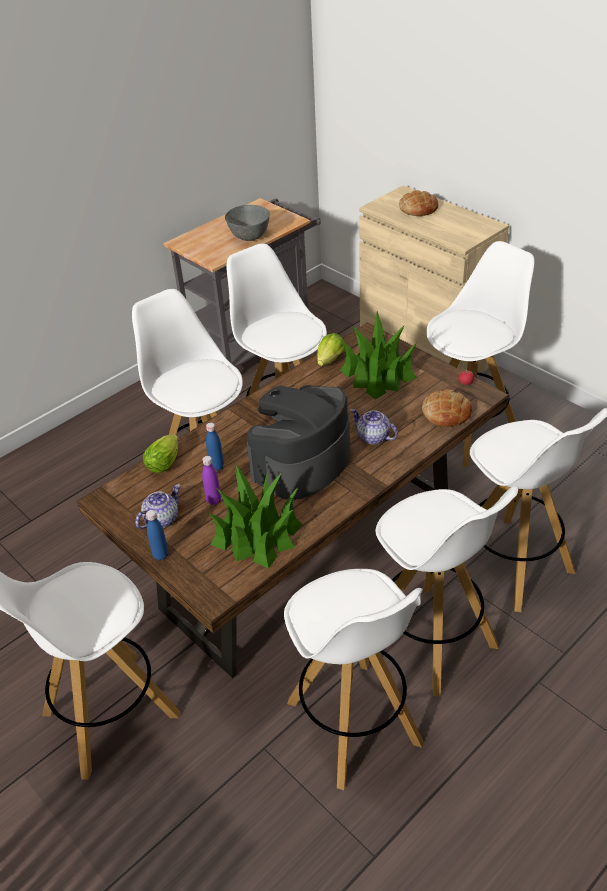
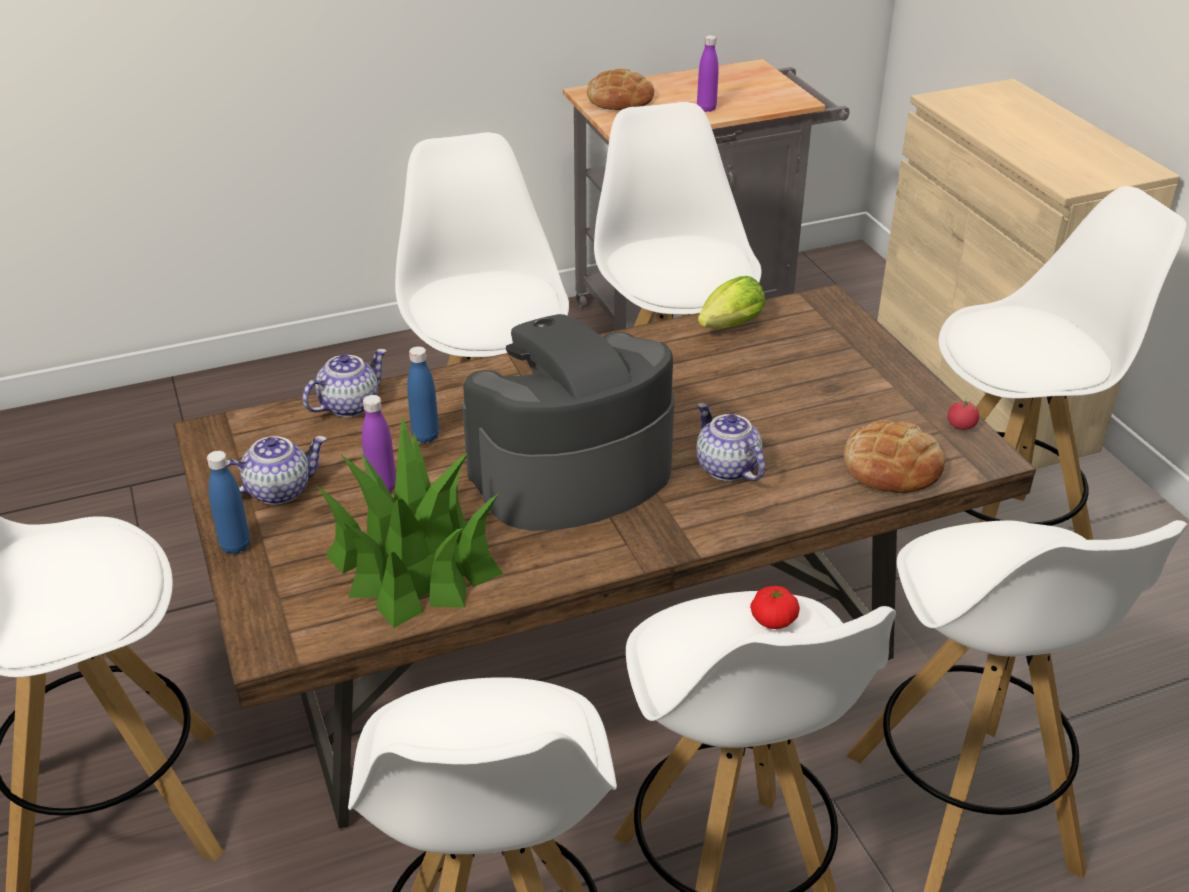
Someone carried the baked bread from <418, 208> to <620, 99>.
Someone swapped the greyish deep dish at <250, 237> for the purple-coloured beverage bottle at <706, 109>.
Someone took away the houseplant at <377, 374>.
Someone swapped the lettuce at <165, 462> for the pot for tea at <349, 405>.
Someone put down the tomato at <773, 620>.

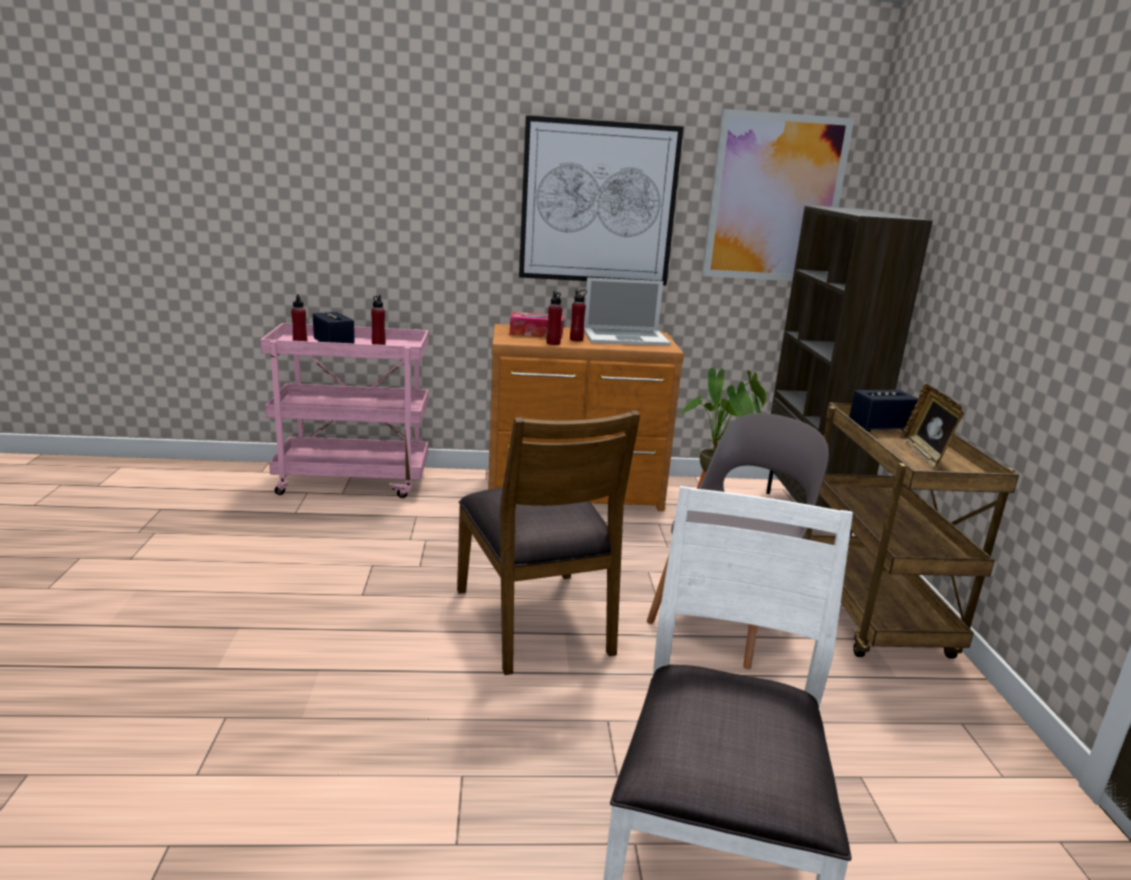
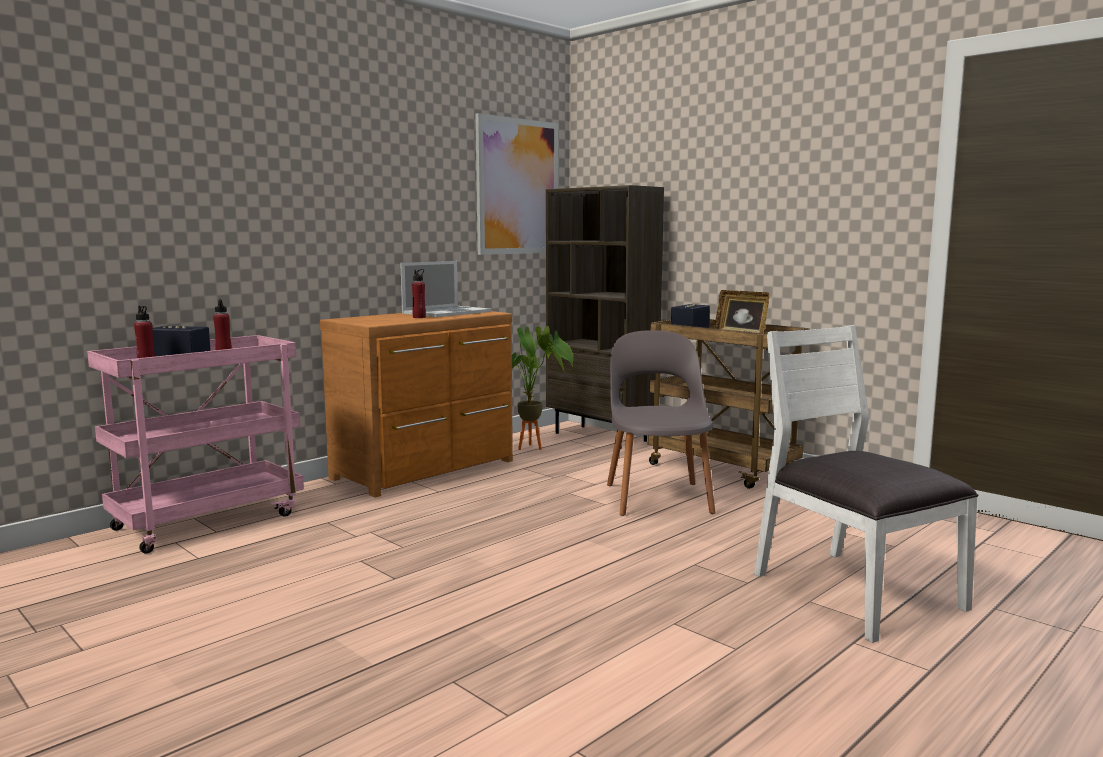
Someone took away the picture at <598, 203>.
Someone took away the red-coloured beverage bottle at <553, 343>.
Someone took away the tissue holder at <536, 333>.
Someone took away the brown-coloured chair at <536, 620>.

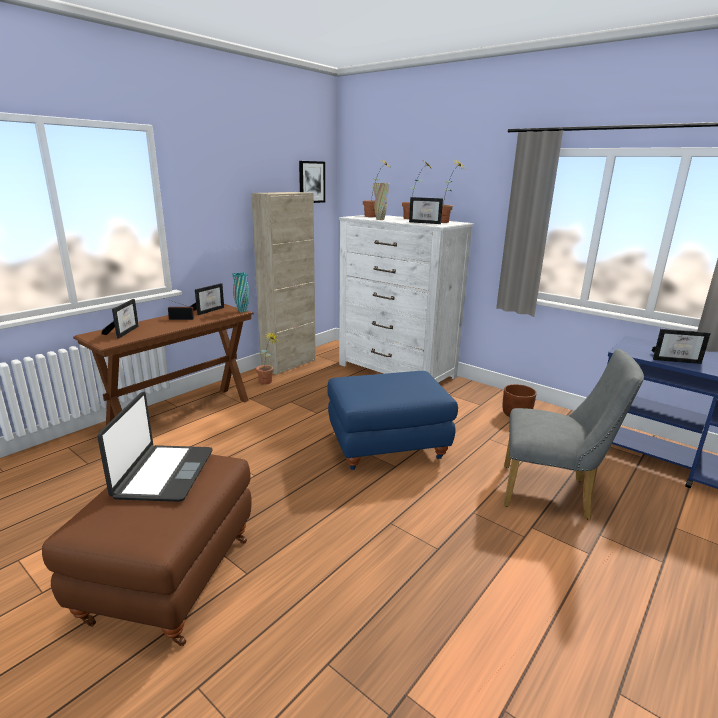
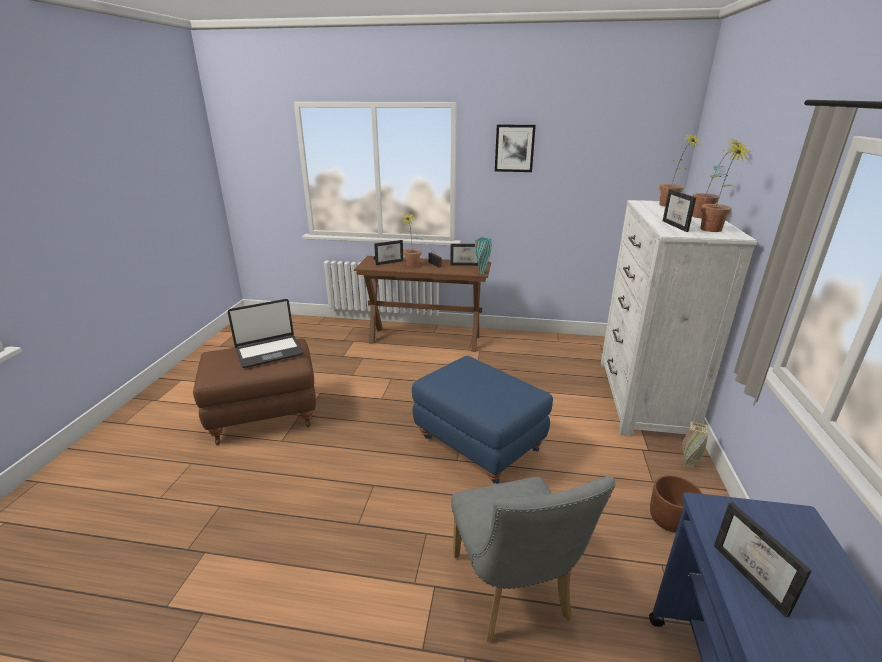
Someone carried the picture from <311, 182> to <514, 148>.
Someone carried the beige-coloured flower vase from <380, 219> to <688, 464>.
Someone took away the beige-coloured cupboard at <289, 364>.
Someone carried the houseplant from <268, 383> to <411, 267>.

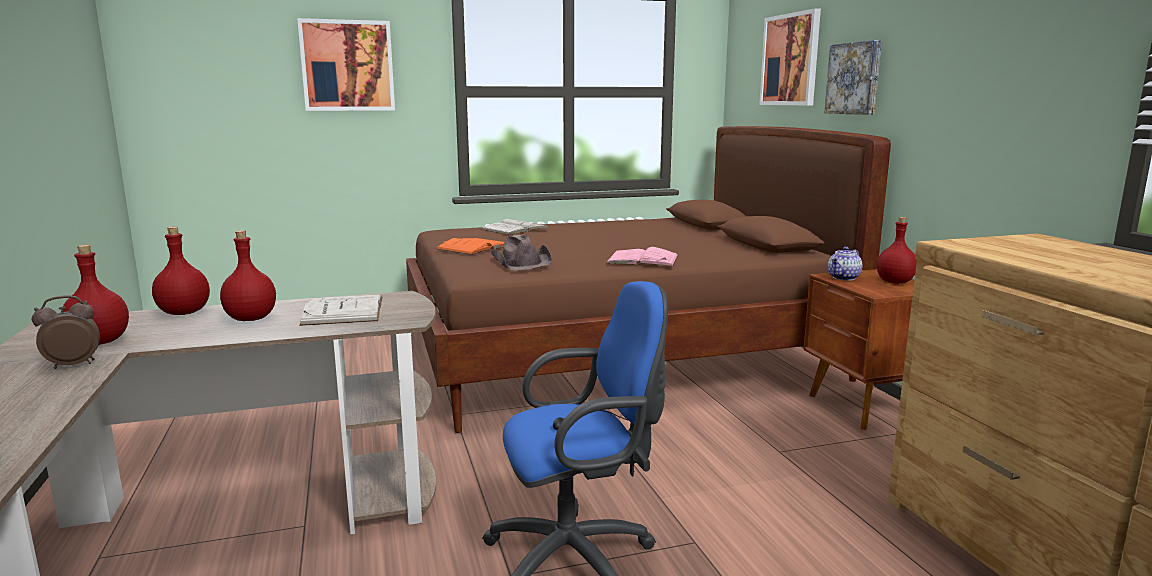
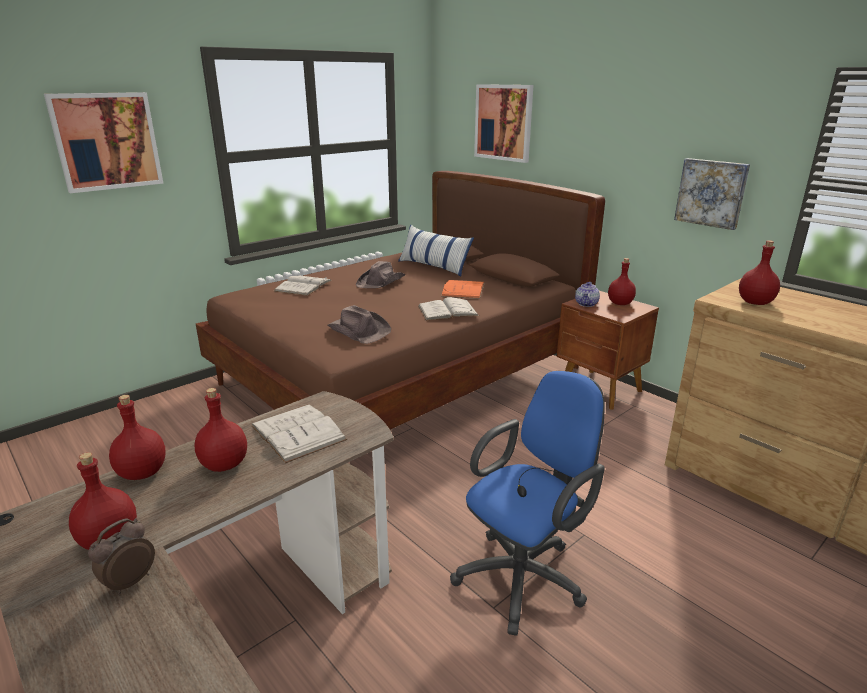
Someone carried the picture from <855, 78> to <711, 193>.
Someone carried the orange-coloured bound book from <474, 247> to <463, 289>.
Someone repainted the pinkish bound book at <642, 259>, which became the white-coloured bound book at <447, 310>.
Someone put down the pillow at <434, 266>.
Someone put down the red-coloured beverage bottle at <755, 302>.
Someone put down the brown-coloured hat at <381, 282>.

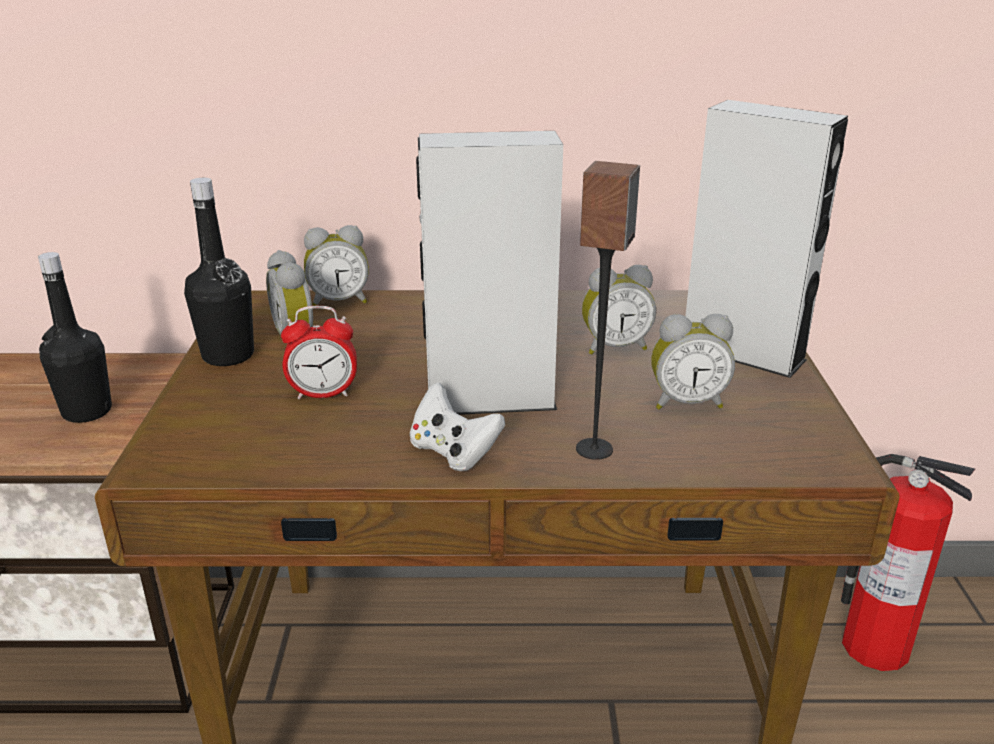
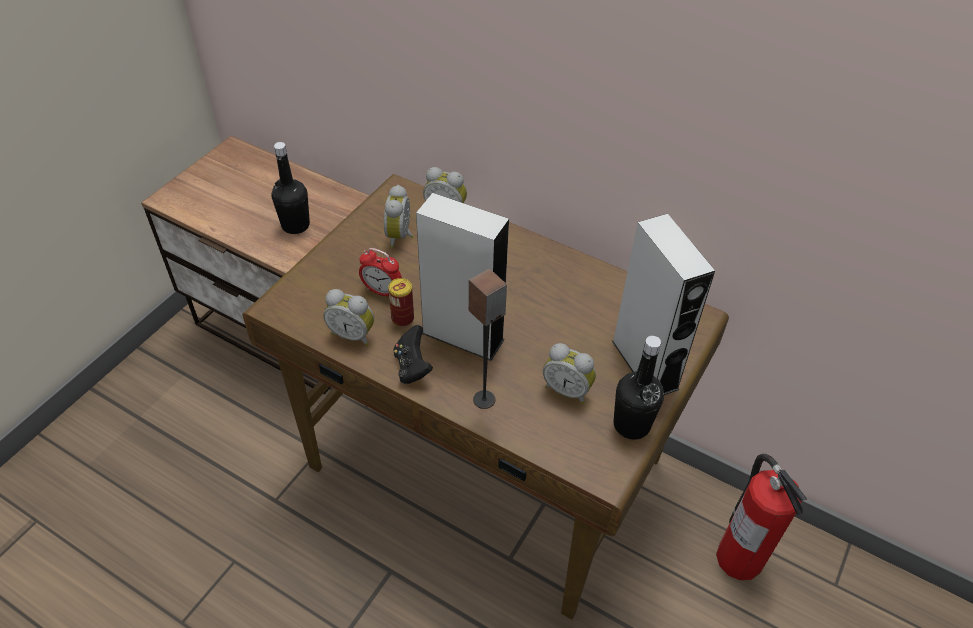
Someone carried the black beverage bottle from <228, 355> to <631, 425>.
Someone carried the alarm clock from <614, 347> to <353, 334>.
Someone repainted the white-coloured game controller at <453, 452>, which became the black game controller at <412, 367>.
Someone put down the sealed can at <402, 318>.

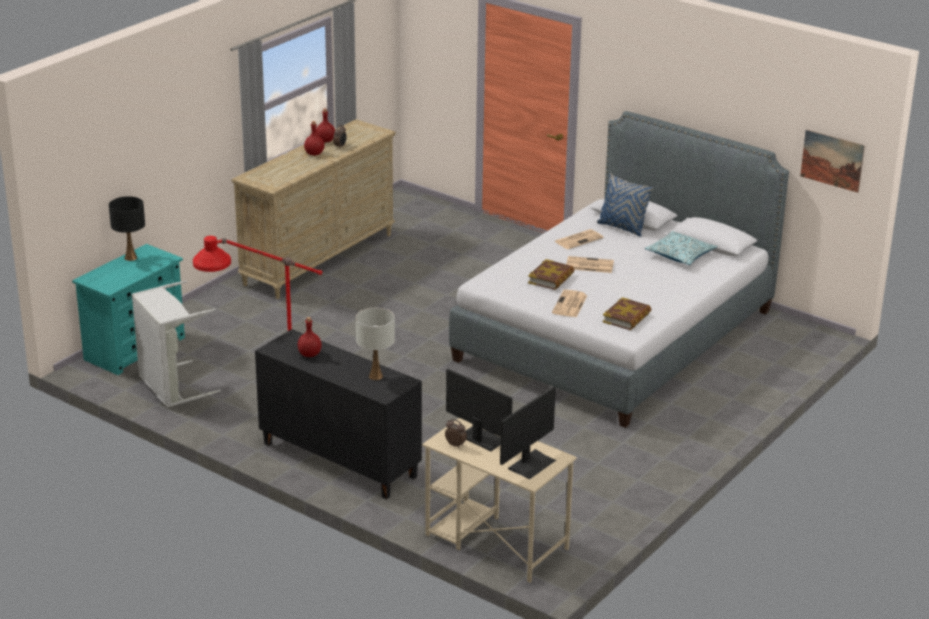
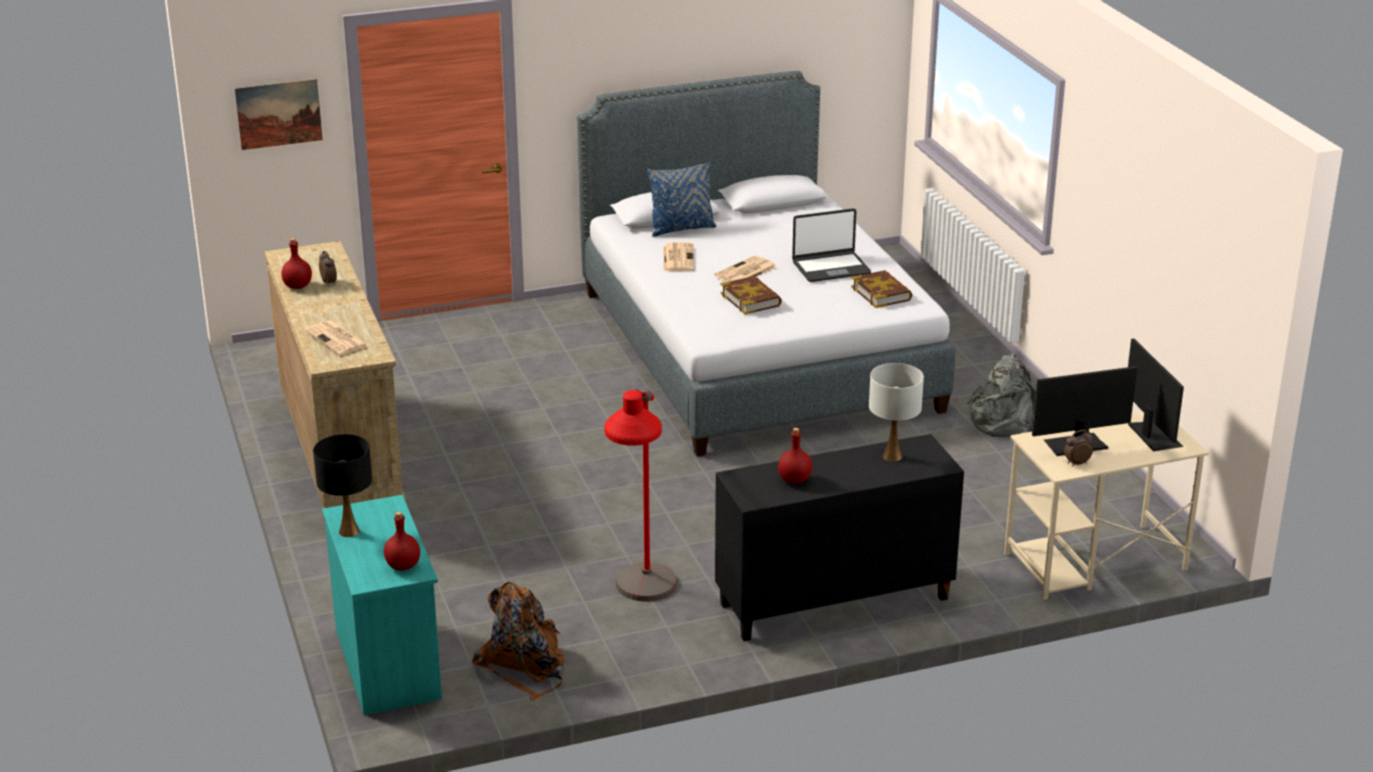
Someone carried the red-coloured beverage bottle from <314, 153> to <403, 565>.
Someone carried the picture from <832, 160> to <278, 114>.
Someone took away the pillow at <680, 255>.
Someone swapped the greyish washing basket at <170, 387> for the brown-coloured rucksack at <524, 666>.
Someone carried the newspaper from <570, 305> to <338, 339>.
Someone put down the laptop at <830, 268>.
Someone put down the greyish rucksack at <1006, 422>.

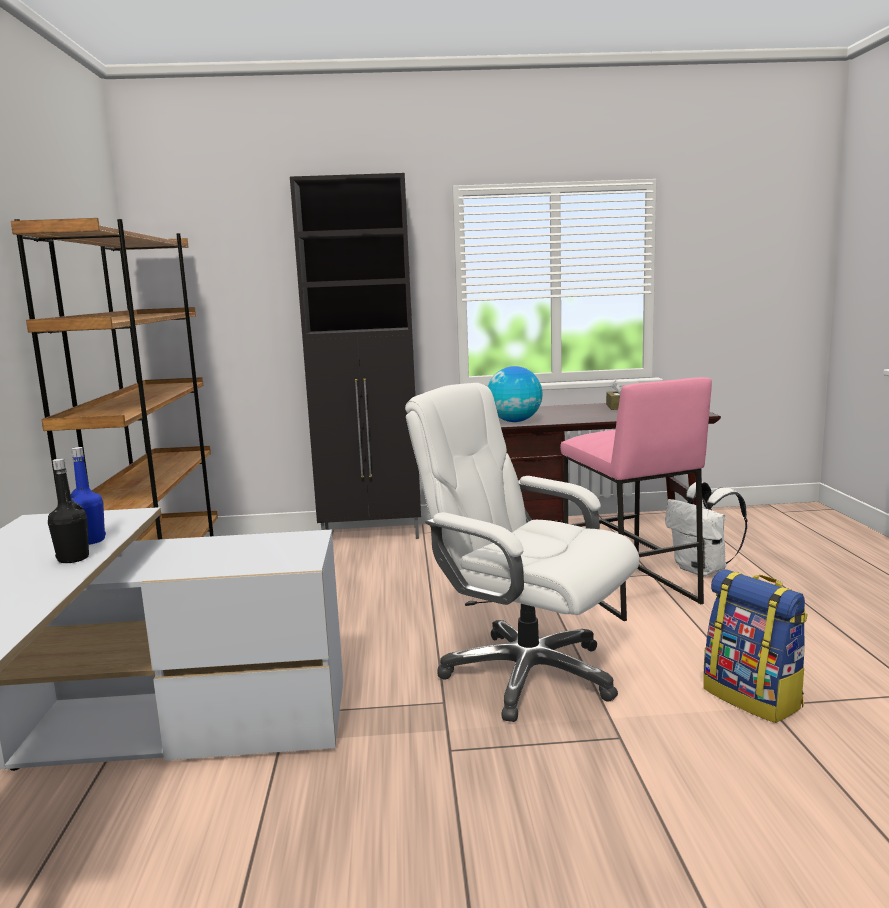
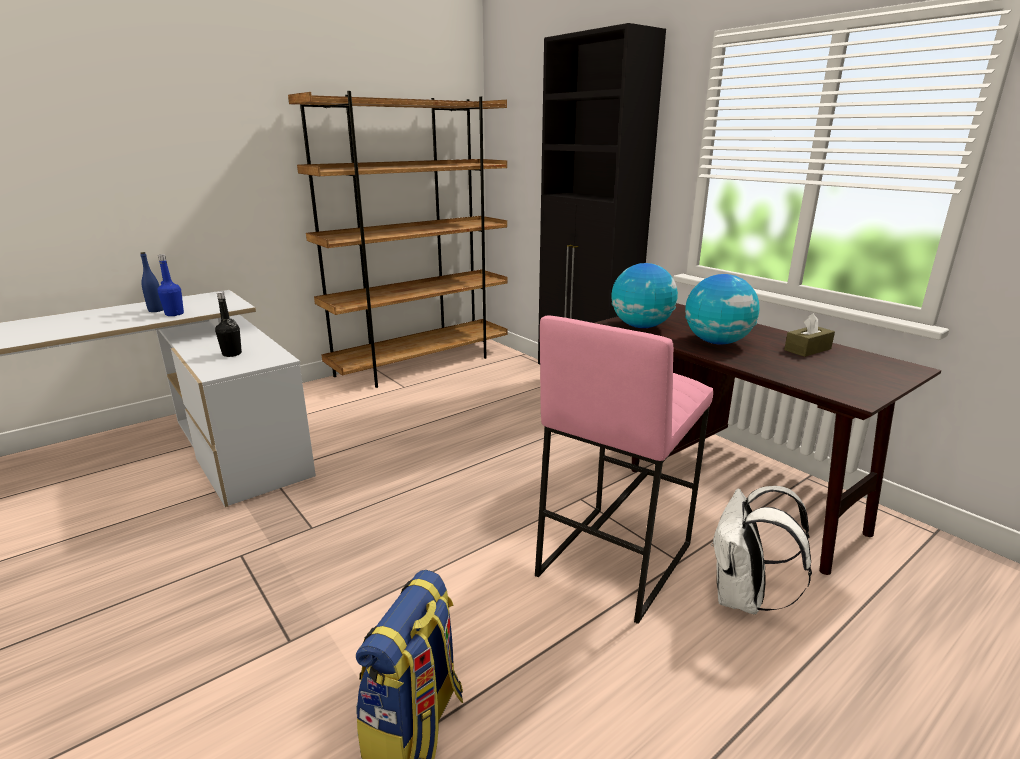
Someone took away the white-coloured office chair at <527, 674>.
Someone carried the black beverage bottle from <73, 558> to <232, 354>.
Someone put down the blue beverage bottle at <156, 310>.
Someone put down the globe at <716, 342>.

